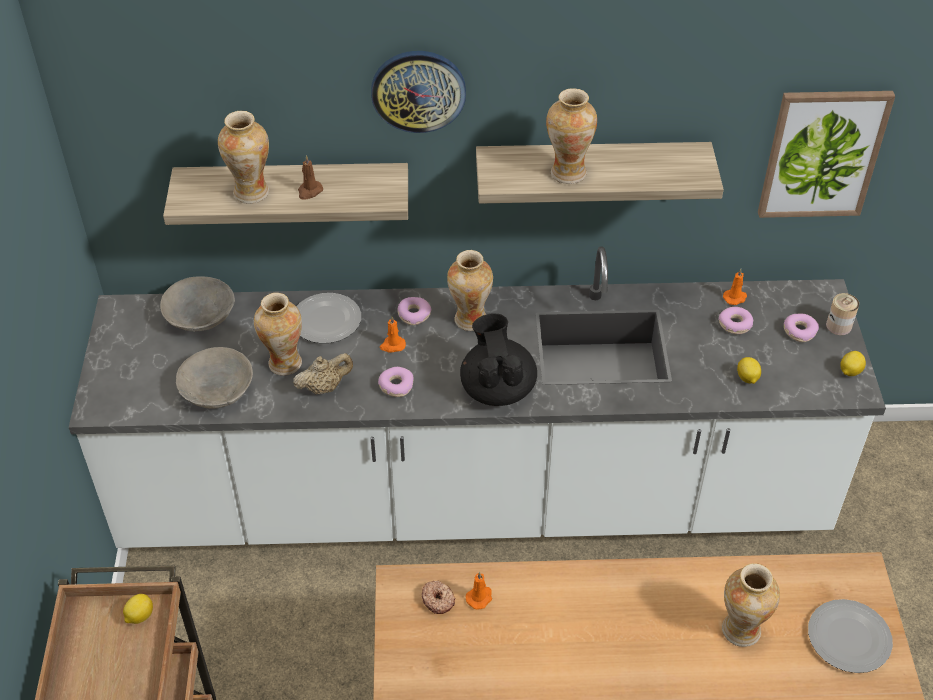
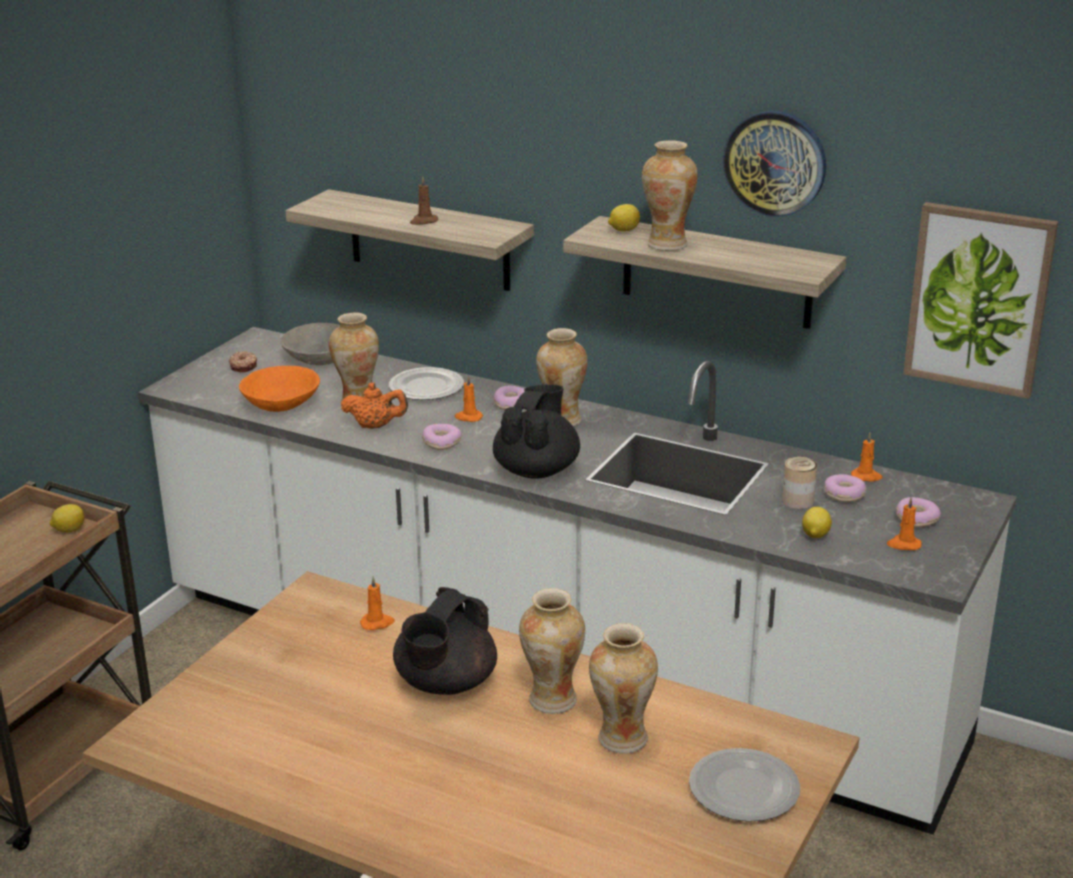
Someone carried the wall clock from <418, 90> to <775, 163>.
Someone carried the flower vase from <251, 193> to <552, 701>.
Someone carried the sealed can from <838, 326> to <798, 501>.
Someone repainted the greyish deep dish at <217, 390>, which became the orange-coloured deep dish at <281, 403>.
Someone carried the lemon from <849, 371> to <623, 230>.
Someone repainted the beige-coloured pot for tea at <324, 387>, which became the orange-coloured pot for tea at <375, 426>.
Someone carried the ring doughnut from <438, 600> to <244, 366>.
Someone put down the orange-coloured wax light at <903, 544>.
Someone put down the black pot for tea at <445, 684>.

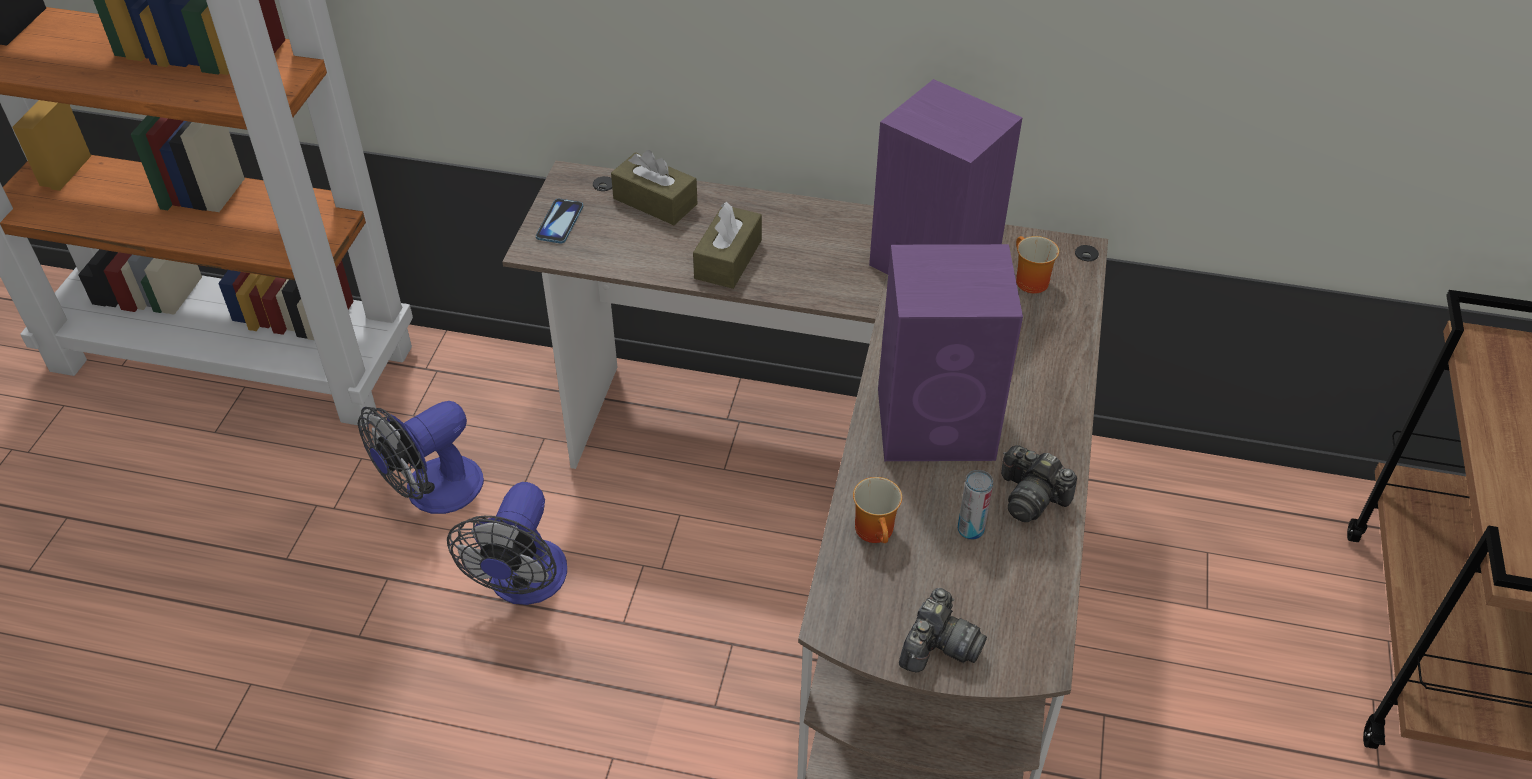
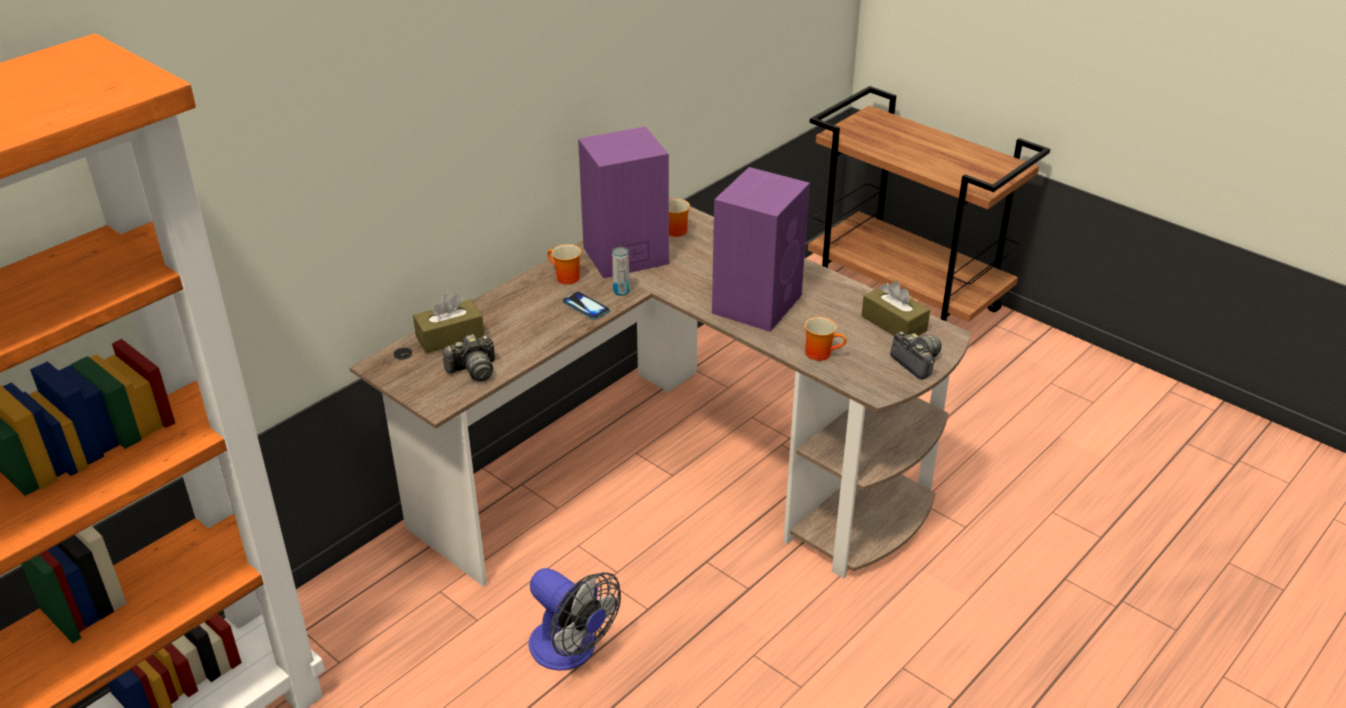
Someone carried the telephone from <560, 222> to <586, 307>.
Someone carried the brown-coloured tissue holder from <728, 259> to <893, 324>.
Someone took away the cooling fan at <432, 493>.
Someone carried the still camera from <1031, 497> to <473, 370>.
Someone carried the sealed can from <970, 530> to <621, 291>.
Someone put down the coffee mug at <564, 278>.

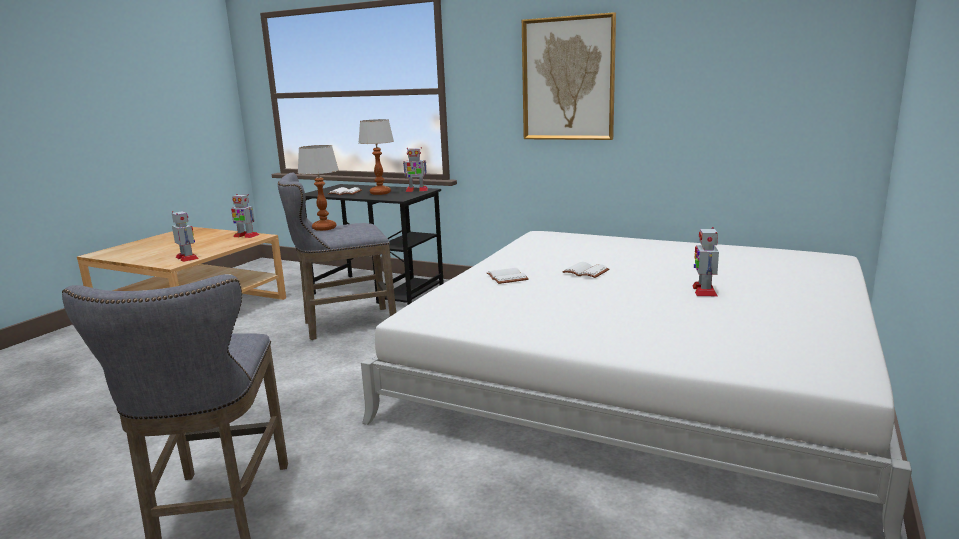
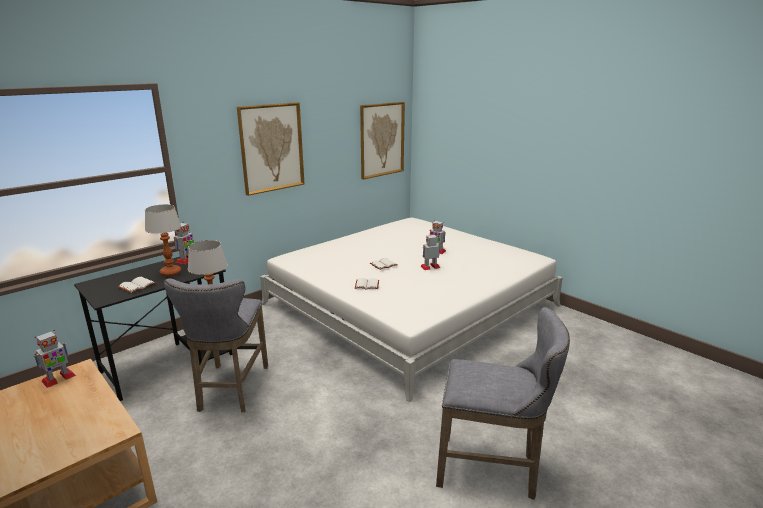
Someone carried the model robot from <187, 258> to <430, 267>.
Someone put up the picture at <382, 139>.

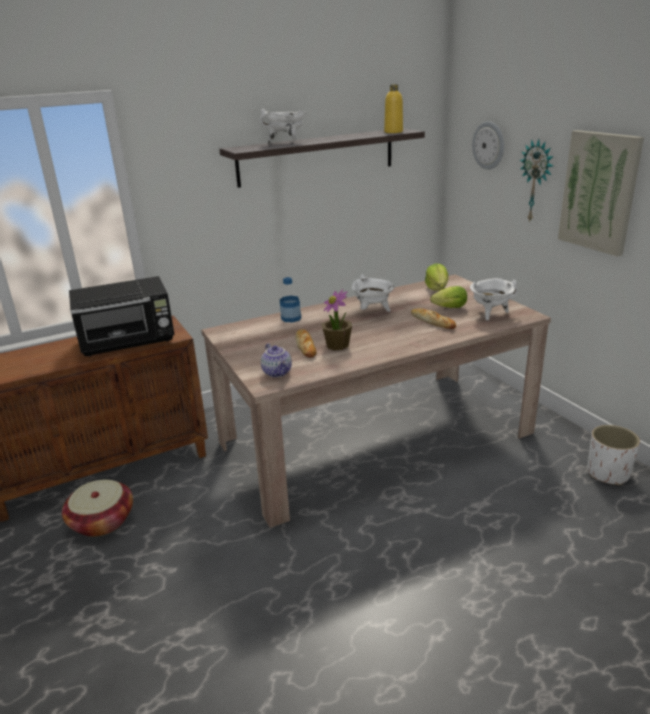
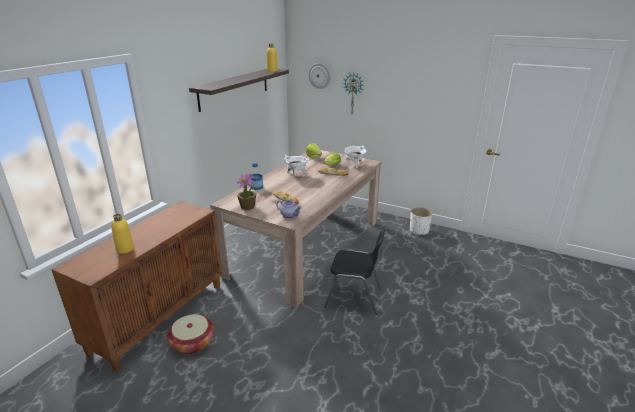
Someone took away the white-coloured stockpot at <286, 143>.
Someone took away the picture at <599, 192>.
Someone took away the black microwave at <129, 341>.
Someone carried the houseplant from <337, 345> to <248, 207>.
Someone put down the yellow-coloured beverage bottle at <125, 249>.
Someone put down the black chair at <354, 298>.

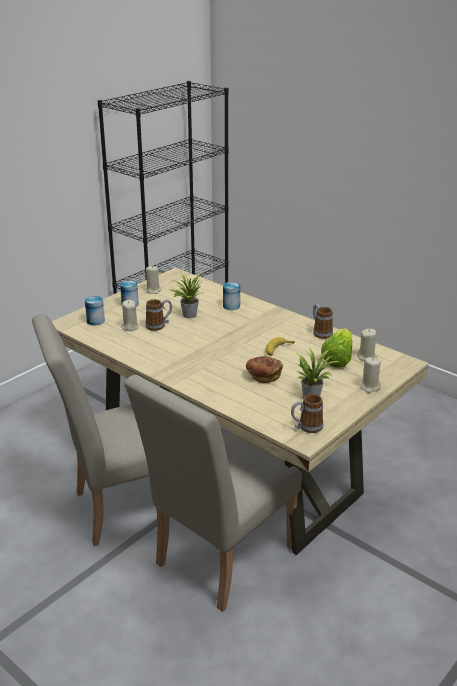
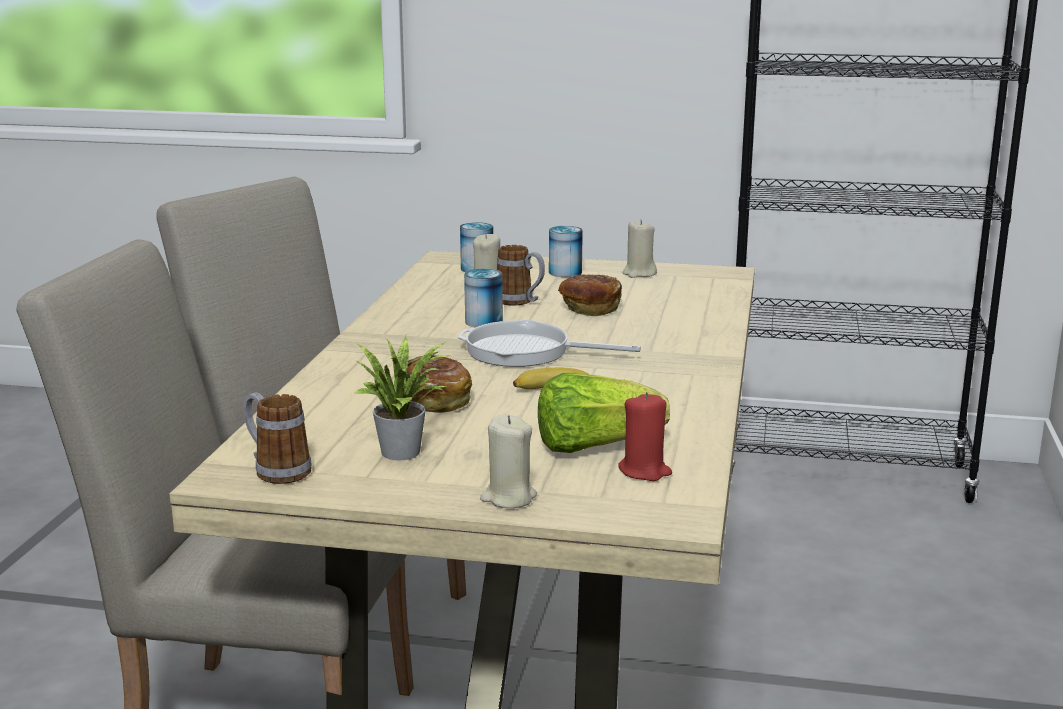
Someone swapped the houseplant at <188, 314> for the baked bread at <590, 309>.
Someone carried the sealed can from <231, 306> to <483, 322>.
Someone took away the coffee mug at <320, 332>.
Someone repainted the beige-coloured wax light at <366, 357>, which became the red-coloured wax light at <644, 471>.
Someone put down the pan at <525, 352>.

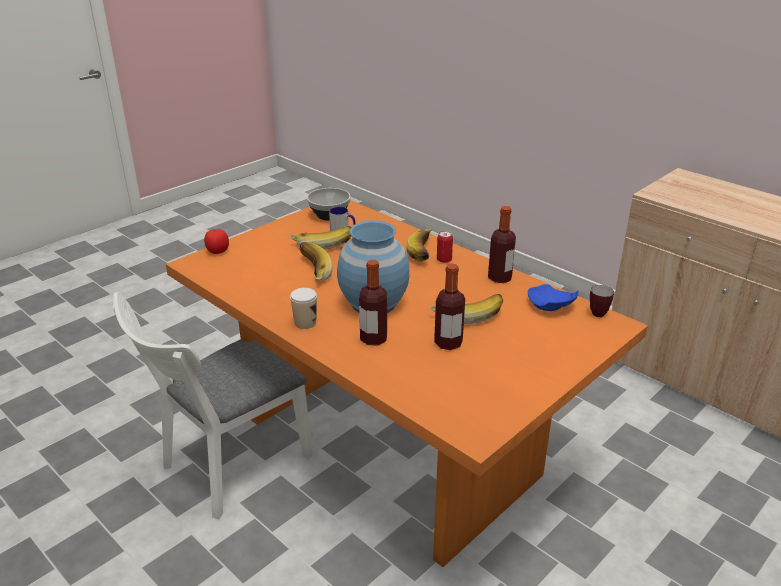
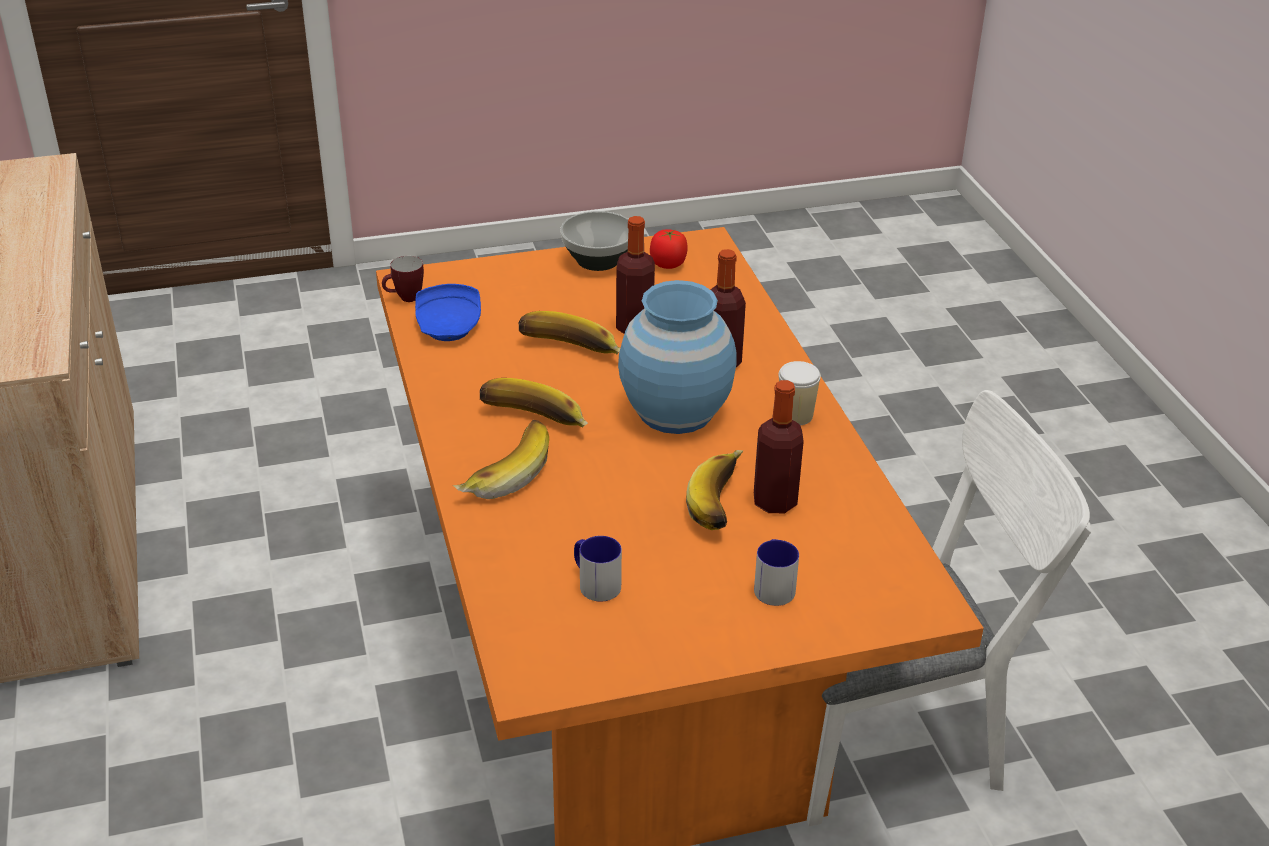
Someone carried the deep dish from <330, 215> to <597, 260>.
Someone carried the beverage bottle from <499, 278> to <775, 501>.
Someone carried the banana from <323, 243> to <532, 422>.
Someone carried the tomato from <218, 251> to <668, 265>.
Someone took away the sealed can at <444, 260>.
Someone put down the coffee mug at <773, 585>.

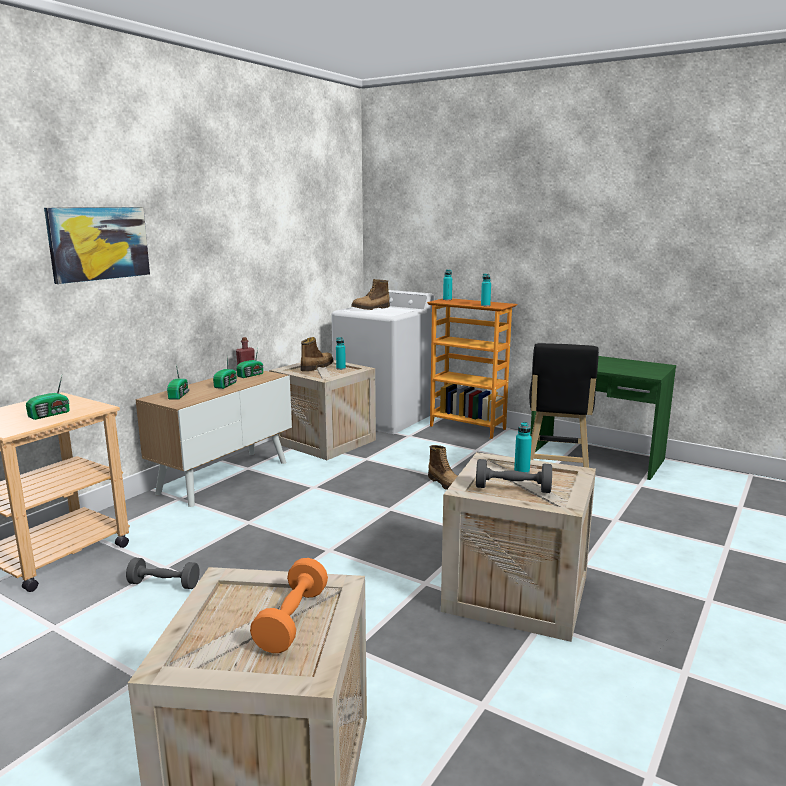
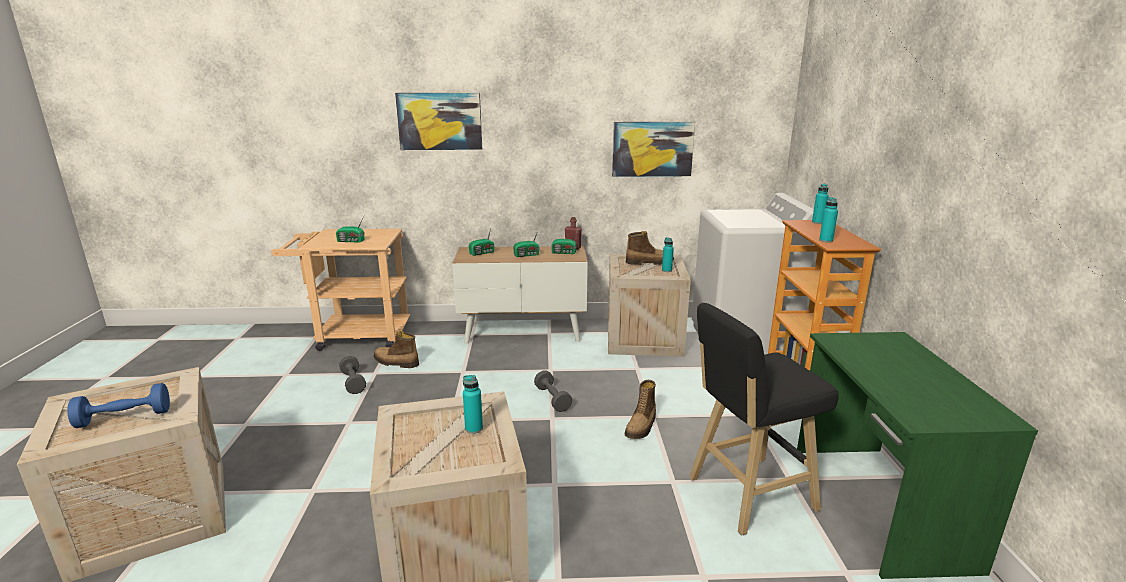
Someone carried the tall boot from <371, 308> to <395, 363>.
Someone carried the greyish hand weight from <513, 489> to <552, 399>.
Someone repainted the orange-coloured hand weight at <292, 620>, which became the blue hand weight at <124, 418>.
Someone put up the picture at <652, 149>.

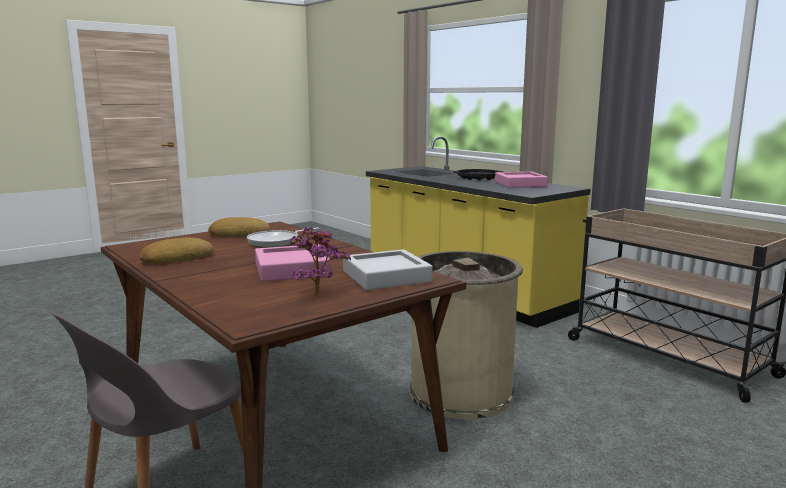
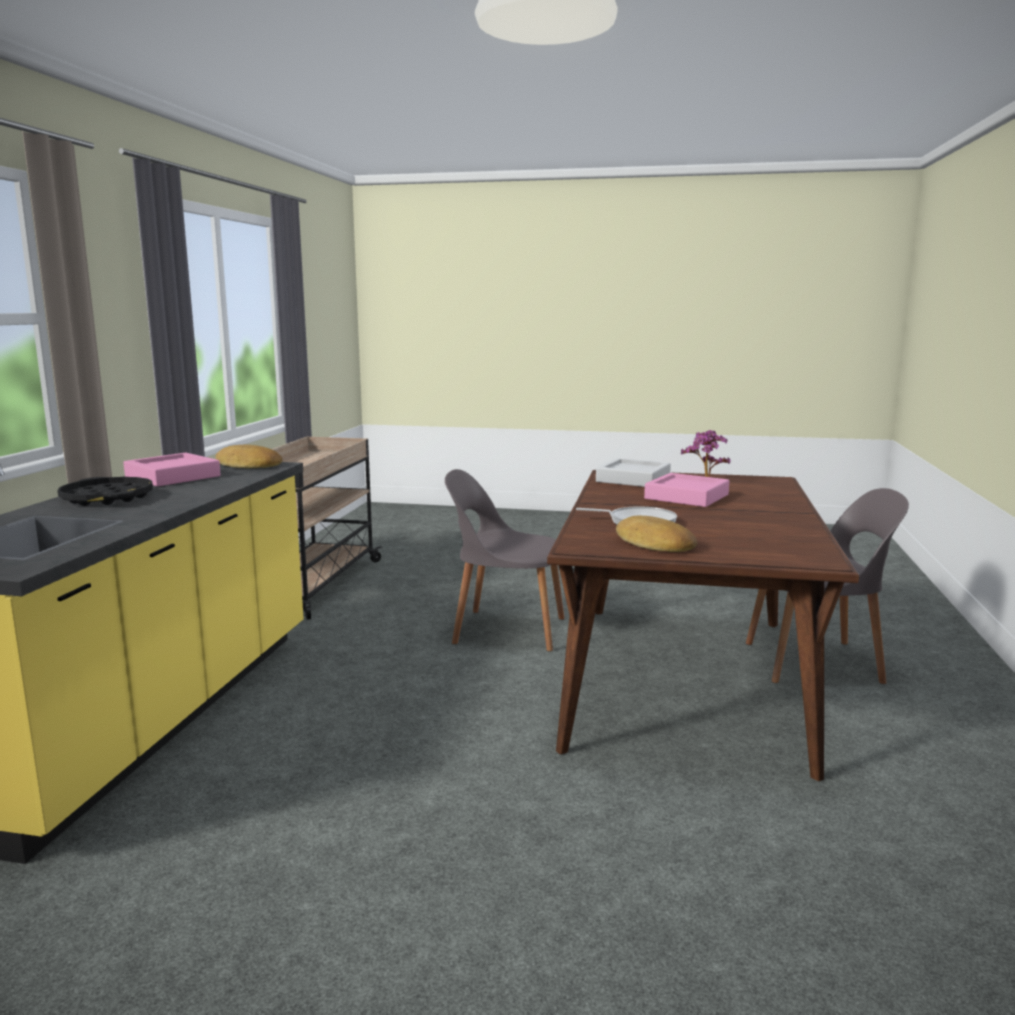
Someone carried the baked bread from <176, 258> to <248, 465>.
Someone swapped the beige-coloured waste bin at <461, 392> for the greyish chair at <506, 630>.

